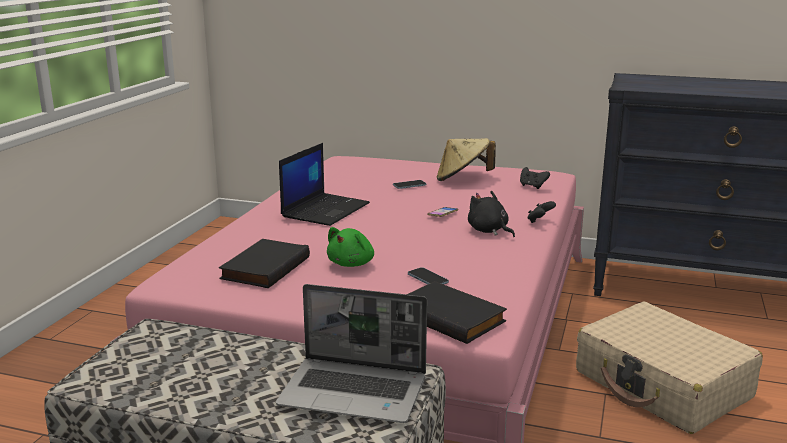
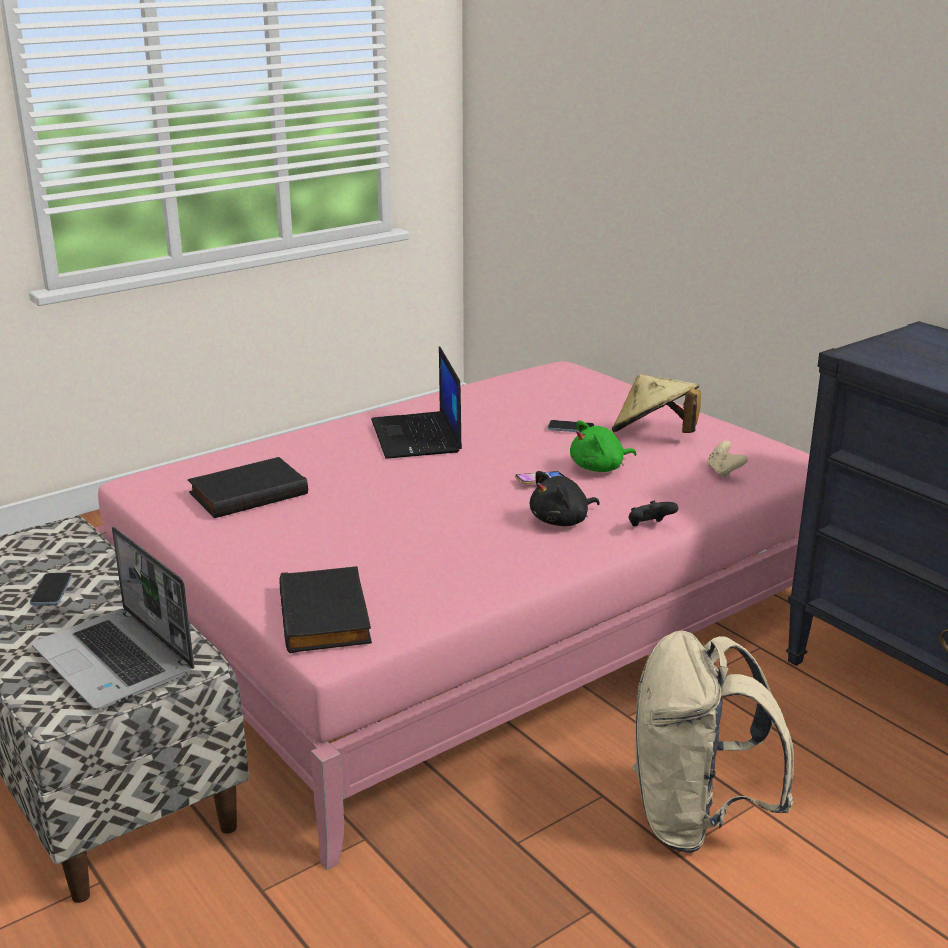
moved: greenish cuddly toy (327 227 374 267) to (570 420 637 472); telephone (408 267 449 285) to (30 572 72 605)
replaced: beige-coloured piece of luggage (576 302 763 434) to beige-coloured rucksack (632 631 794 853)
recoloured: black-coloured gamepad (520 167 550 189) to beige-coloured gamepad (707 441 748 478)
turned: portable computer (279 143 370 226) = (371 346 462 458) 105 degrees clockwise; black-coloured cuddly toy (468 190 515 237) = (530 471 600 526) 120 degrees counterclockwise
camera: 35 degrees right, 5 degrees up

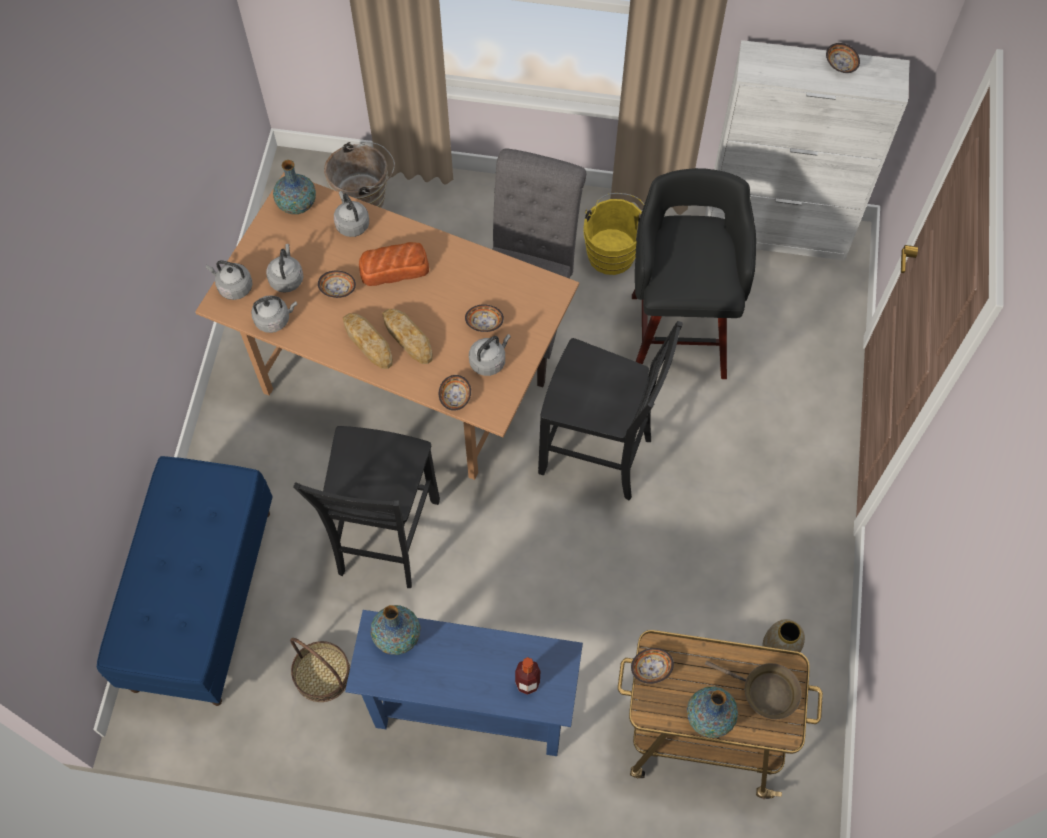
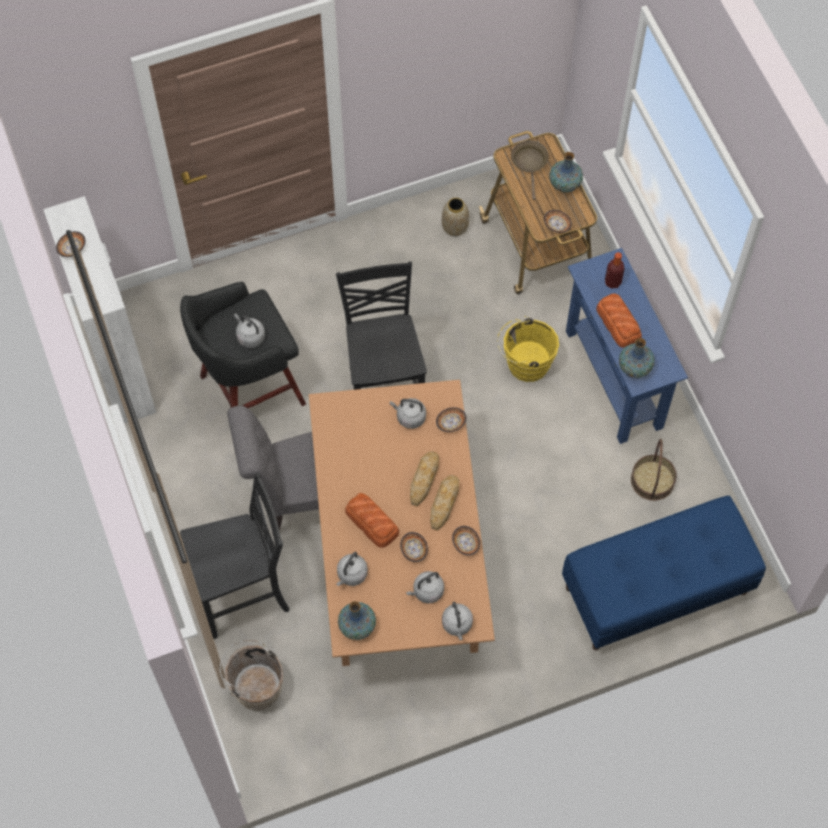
added: bakery bread (596 293 642 348)
moved: gray tea kettle (251 295 297 333) to (234 313 265 348); black-coloured plain chair (293 426 440 588) to (180 472 289 639); serving bowl (465 304 504 332) to (452 526 480 556); yellowish water bucket (584 193 644 275) to (497 316 559 382)
camera: 120 degrees left, 0 degrees up

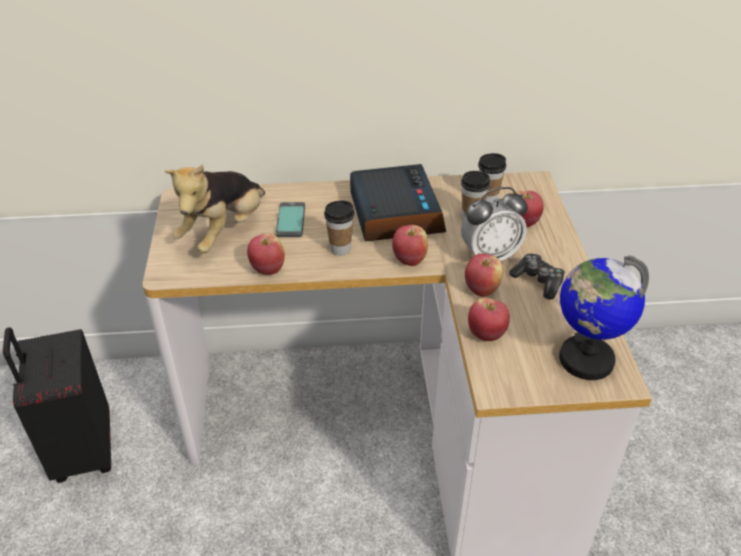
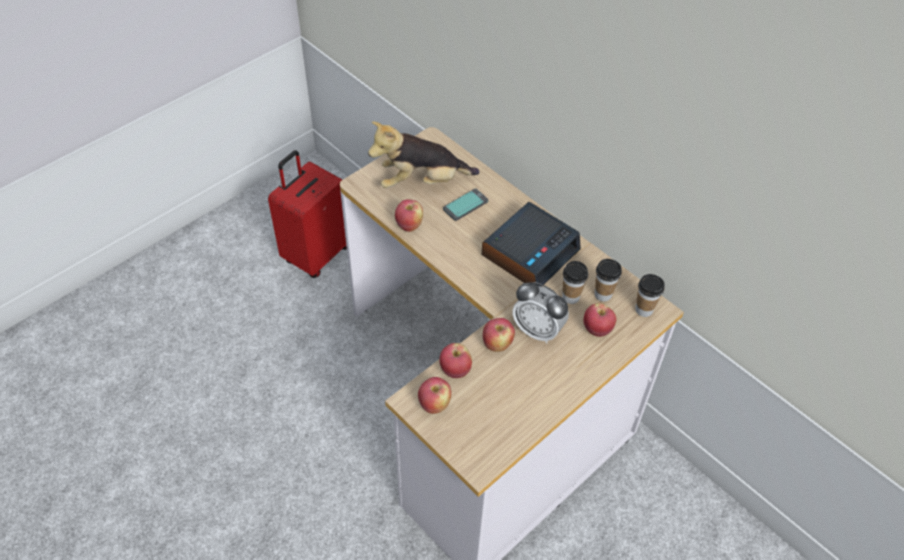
removed: gamepad (509 253 565 299); desk globe (559 256 649 380)
moved: drinking cup (324 200 355 256) to (635 274 665 317); whole apple (392 225 428 266) to (418 377 451 414)
recoloured: black-coloured piece of luggage (3 327 111 483) to red-coloured piece of luggage (268 150 347 278)
camera: 50 degrees right, 10 degrees up

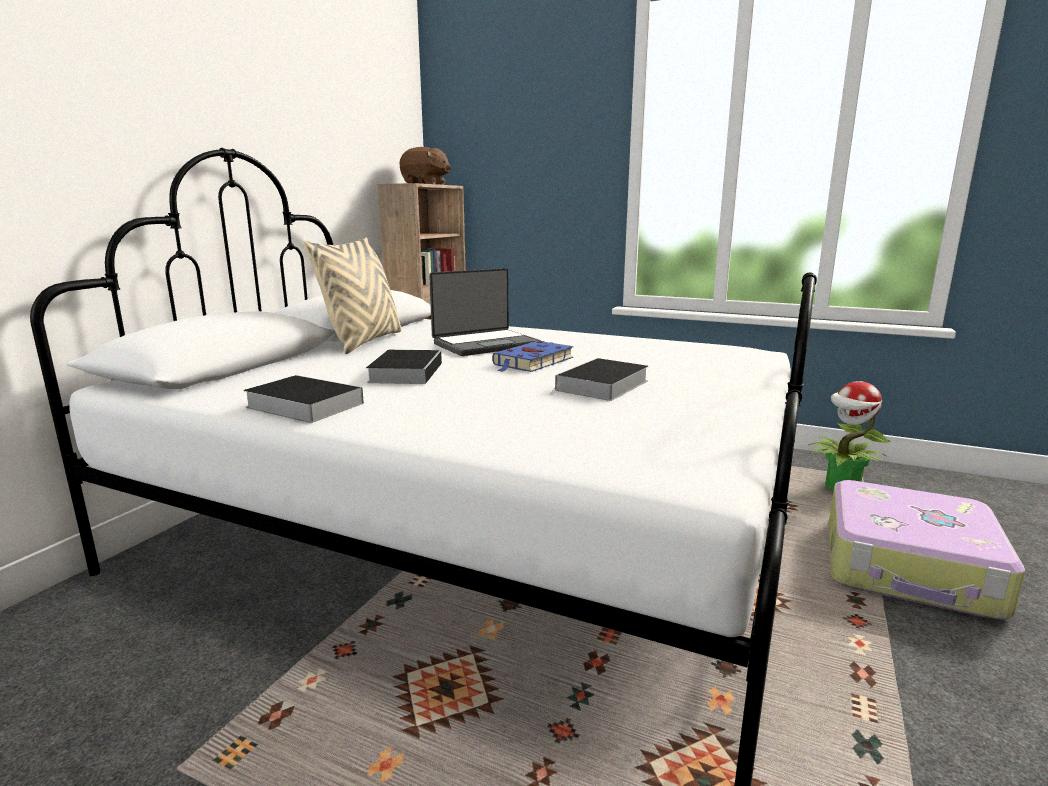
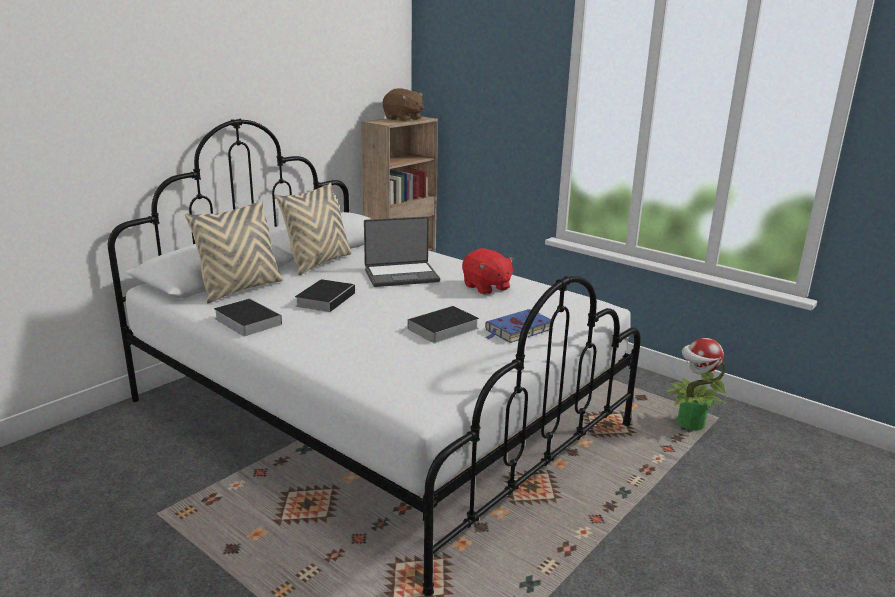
removed: piece of luggage (829 480 1025 619)
added: beige-coloured pillow (185 201 283 303); red-coloured cuddly toy (462 248 514 295)
moved: blue-coloured book (492 341 574 372) to (485 309 551 343)
camera: 15 degrees right, 5 degrees up

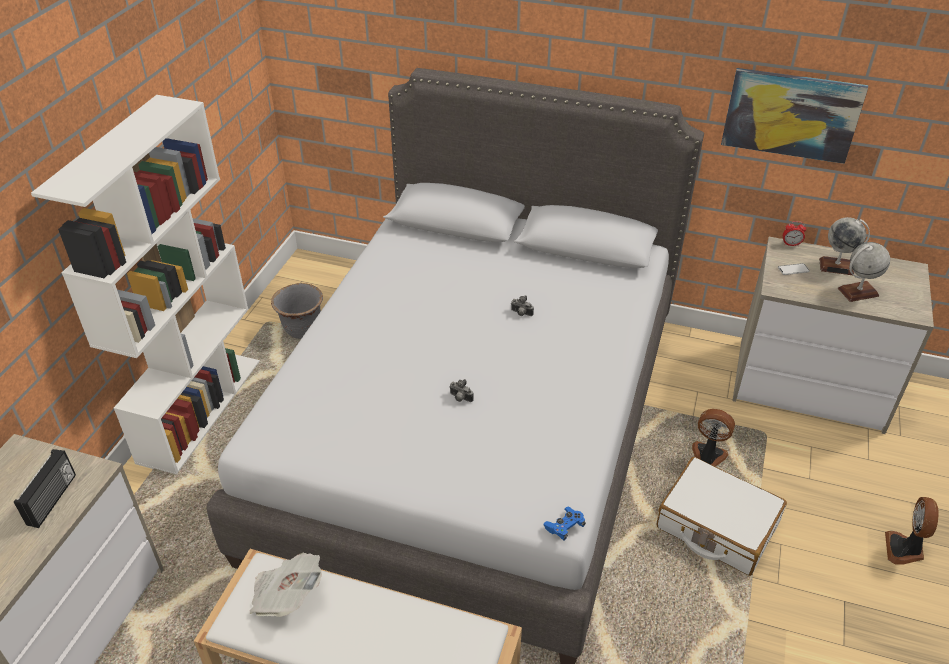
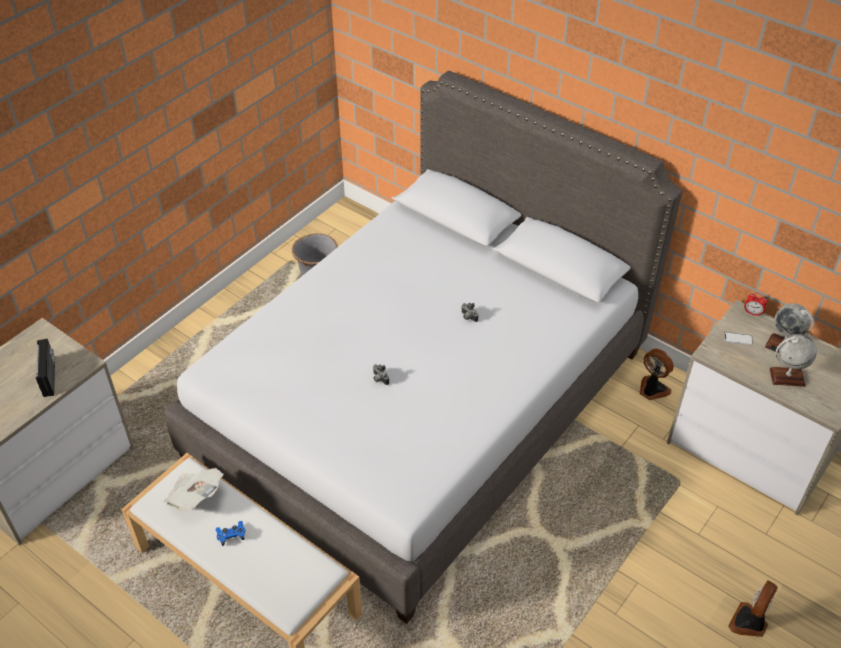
removed: white shelving unit (31 95 260 475); white piece of luggage (656 457 787 576); wall picture (721 68 868 164)
moved: blue-coloured gamepad (543 507 586 541) to (215 521 245 546); cooling fan (692 409 735 467) to (639 348 674 400)
turned: radio receiver (14 449 76 528) = (36 339 56 397) 45 degrees counterclockwise
camera: 20 degrees right, 5 degrees up

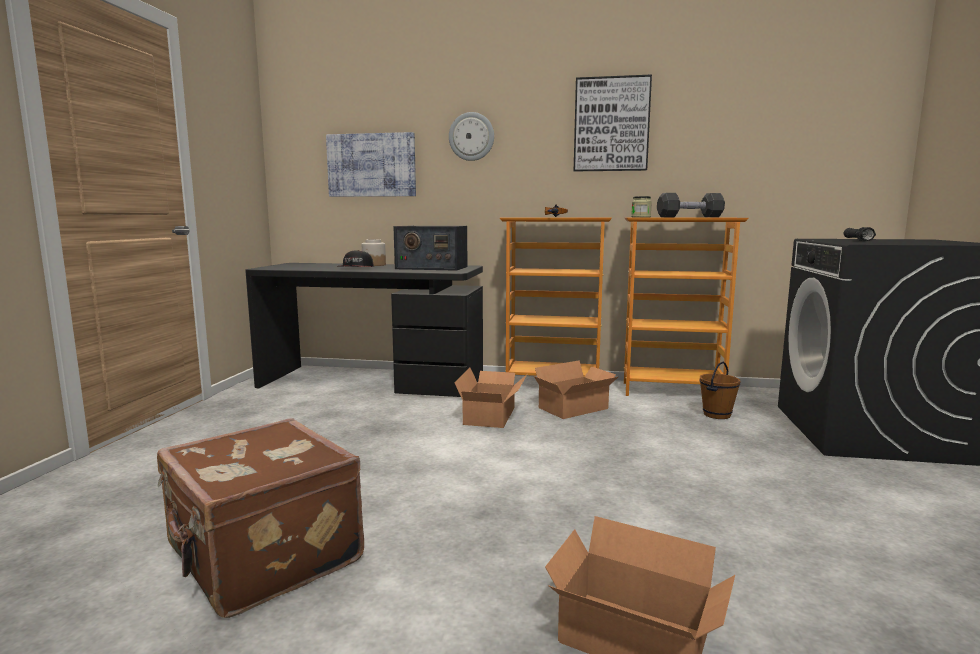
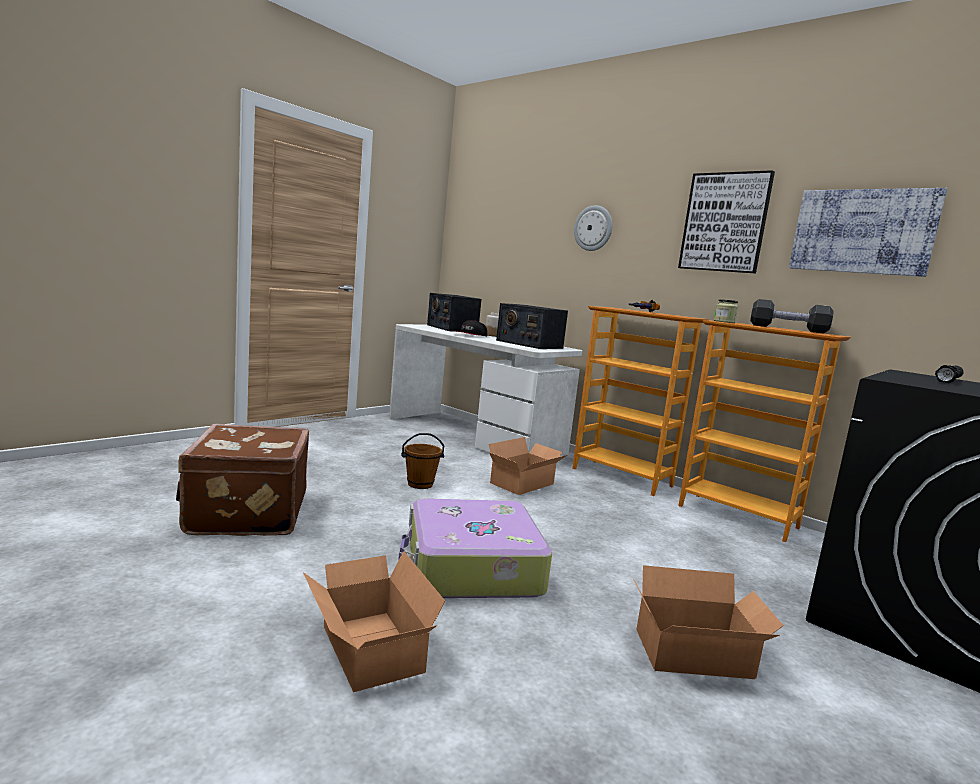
added: piece of luggage (398 498 552 598); radio receiver (427 293 481 332)
moved: wall picture (326 132 416 197) to (789 188 947 277); packing box (534 360 618 419) to (633 565 784 679); brown-coloured water bucket (700 362 741 419) to (401 433 444 489)
recoloured: black-coloured desk (245 263 483 397) to white desk (389 324 582 455)
camera: 30 degrees right, 0 degrees up

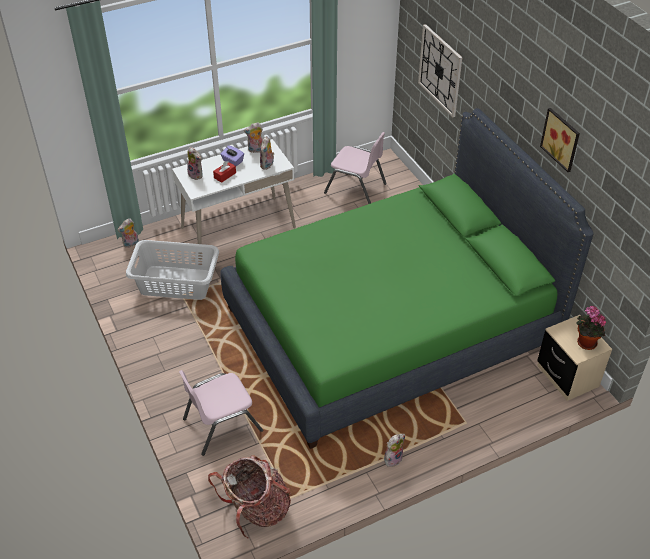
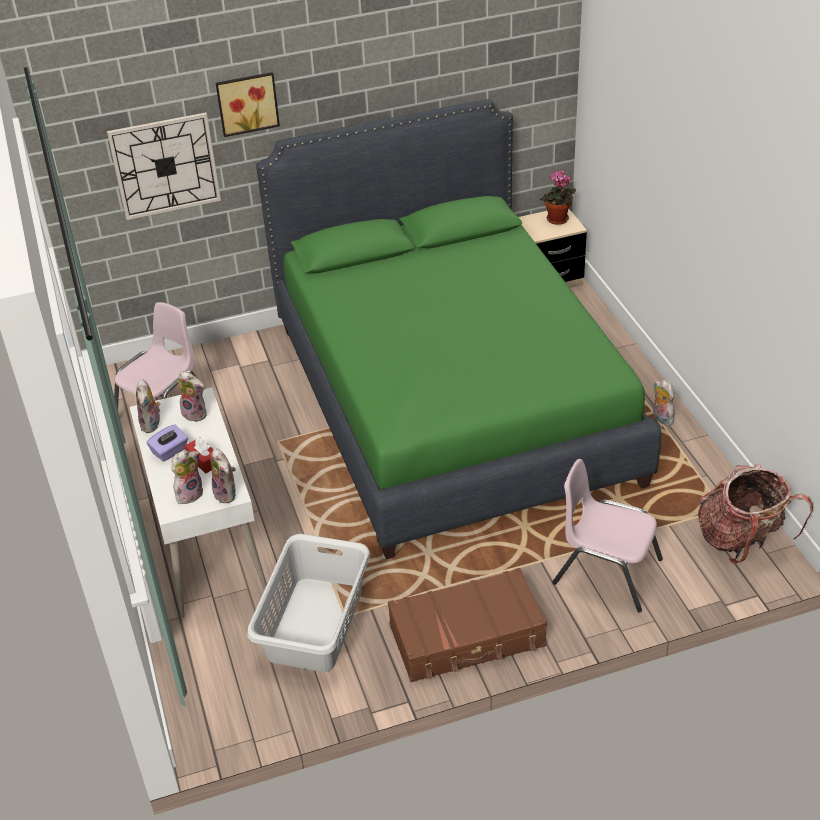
added: brown-coloured piece of luggage (388 568 547 682)
moved: cuddly toy (118 218 139 248) to (211 448 236 503); wall picture (540 108 580 172) to (216 72 280 137)
turned: pink plain chair (179 370 263 456) = (552 459 663 612) 135 degrees clockwise
camera: 80 degrees left, 5 degrees down

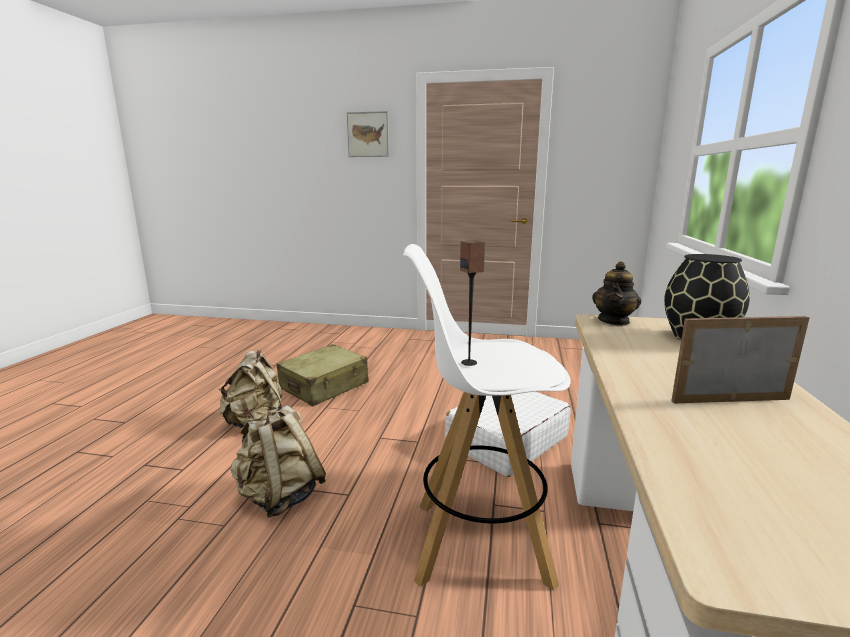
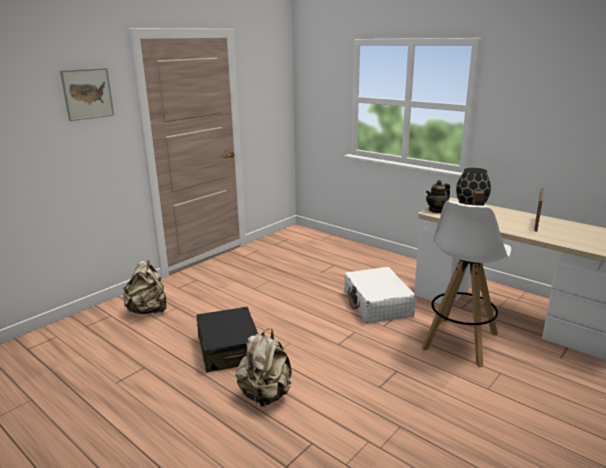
moved: beige-coloured rucksack (231 405 326 518) to (123 260 167 314)
recoloured: beige-coloured piece of luggage (276 344 369 406) to black-coloured piece of luggage (196 307 258 373)
turned: tea pot (592 261 641 326) = (426 180 450 213) 90 degrees clockwise
camera: 60 degrees left, 5 degrees up

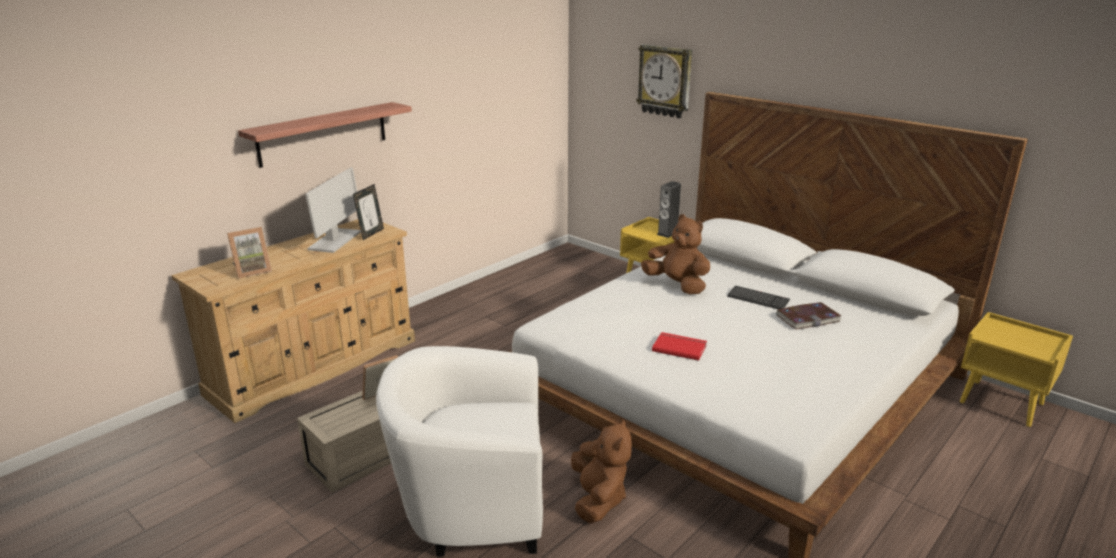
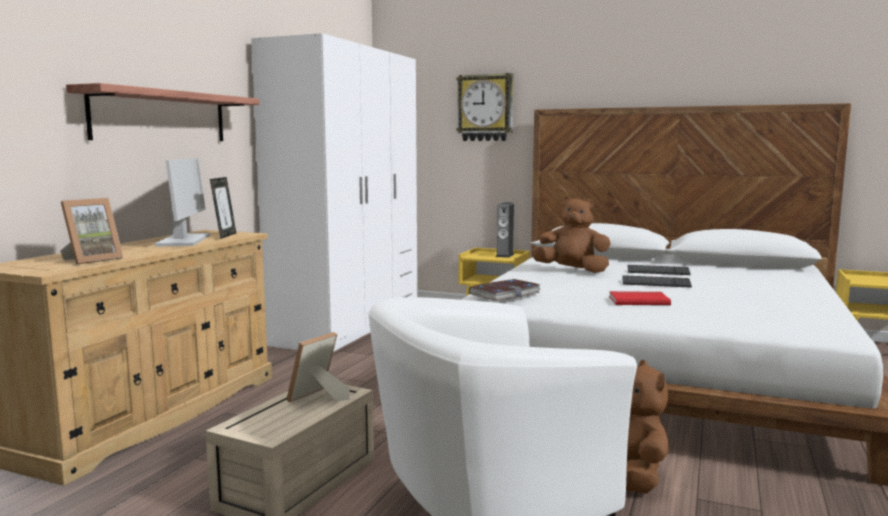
added: white clothes cupboard (251 33 417 352); computer keyboard (622 275 692 288)
moved: book (776 302 841 330) to (469 279 541 301)
camera: 20 degrees left, 15 degrees down

